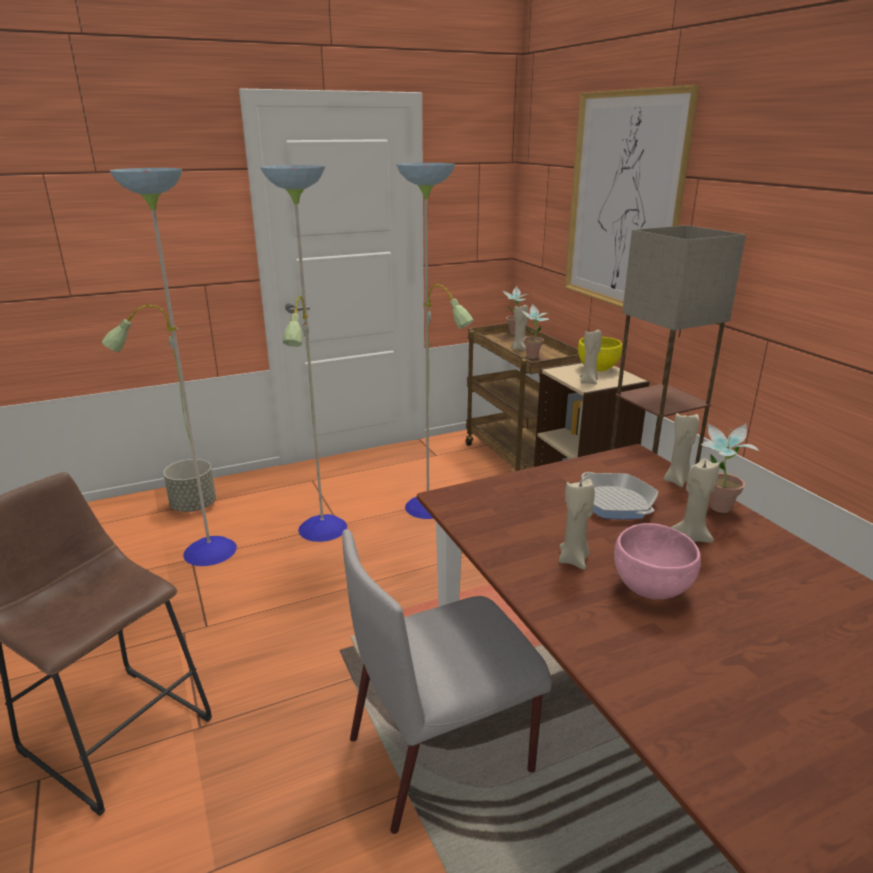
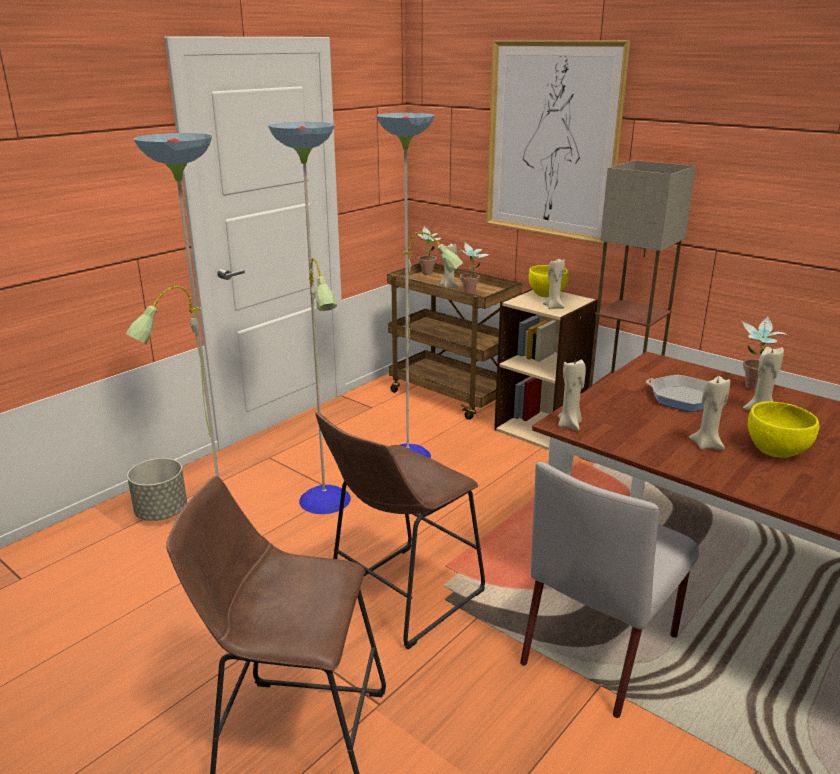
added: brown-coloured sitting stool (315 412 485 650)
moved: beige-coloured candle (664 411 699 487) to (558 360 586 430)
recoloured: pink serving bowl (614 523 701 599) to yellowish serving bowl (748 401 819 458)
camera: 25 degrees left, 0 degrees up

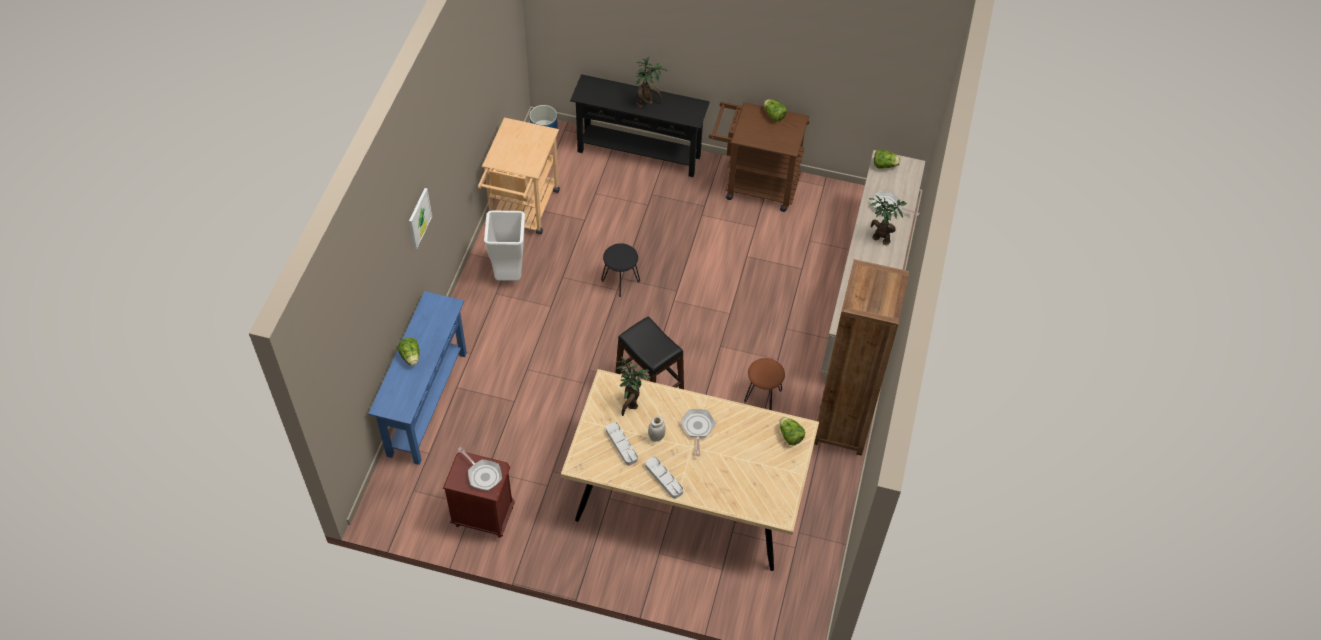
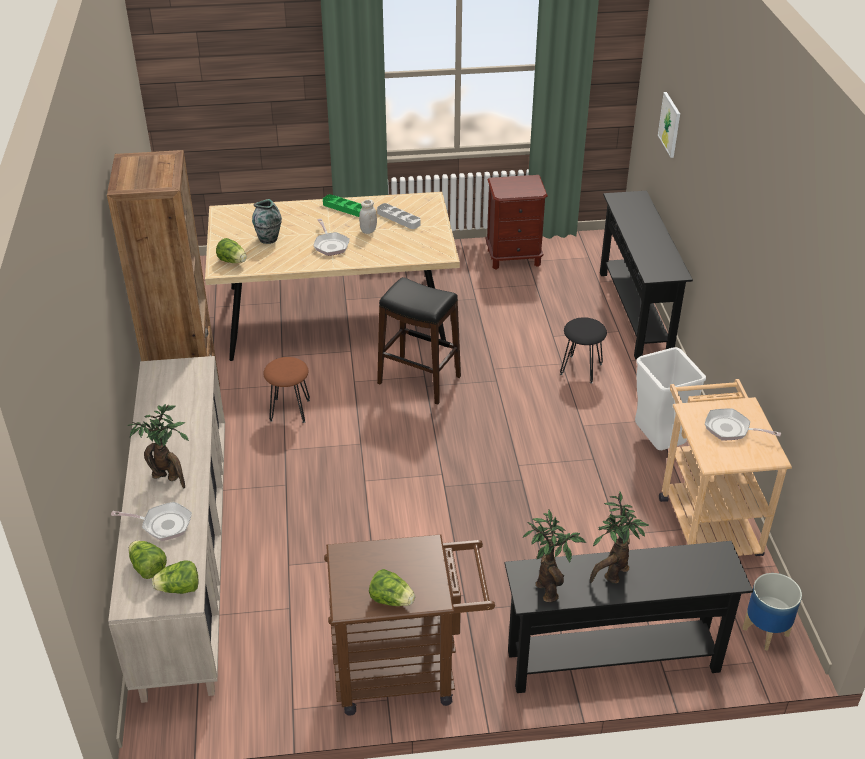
added: decorative vase (252 199 282 244)
moved: head of lettuce (398 337 420 366) to (128 541 167 579); wall picture (409 188 432 249) to (658 92 680 158); frying pan (457 447 502 491) to (705 408 781 440); black-coloured sitting stool (601 243 640 297) to (560 317 607 383); potted plant (616 357 651 416) to (523 510 586 603)
recoloured: blue-coloured narrow table (368 291 467 465) to black-coloured narrow table (600 191 693 360); gray carrying tray (645 457 683 499) to greenish carrying tray (323 194 362 217)
camera: 160 degrees right, 15 degrees down

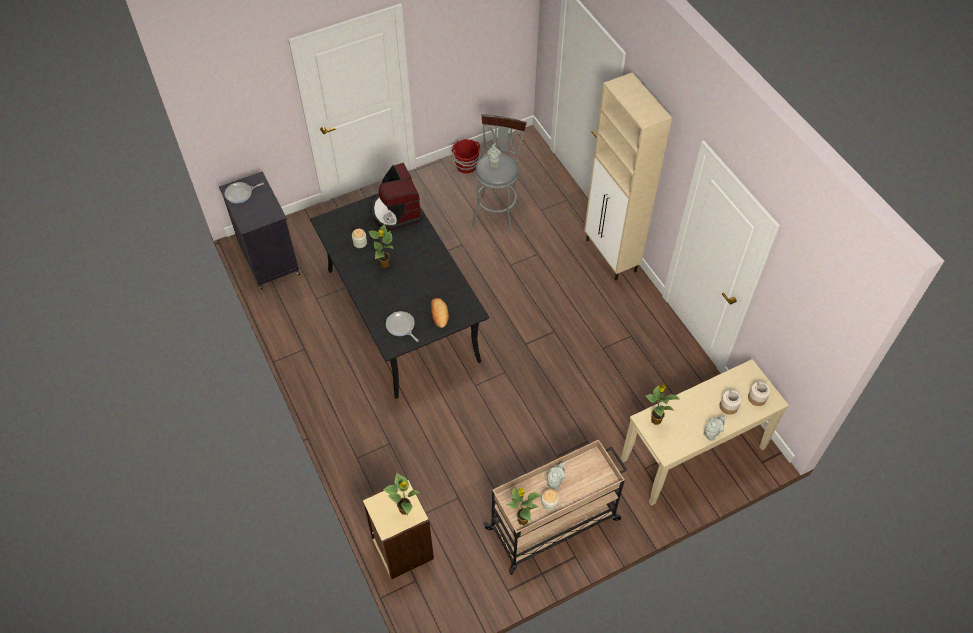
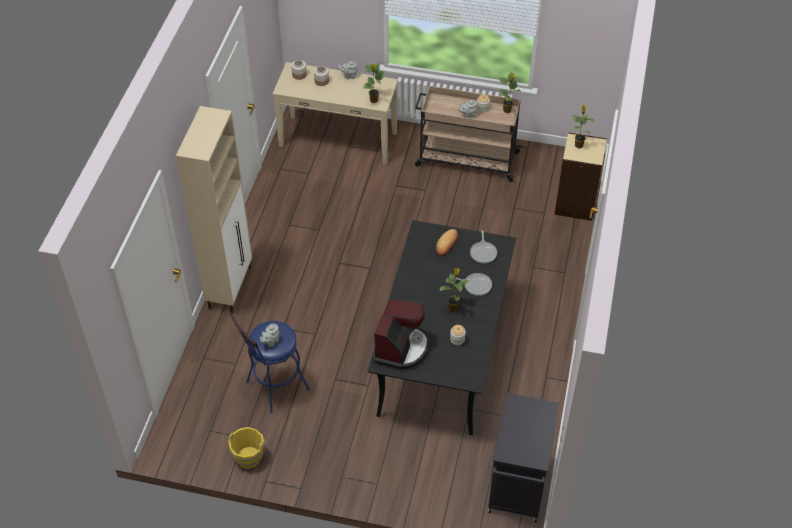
moved: frying pan (225 182 264 203) to (456 273 492 296)
recoloured: red-coloured water bucket (452 139 483 174) to yellowish water bucket (228 427 267 469); gray sitting stool (472 114 527 235) to blue-coloured sitting stool (227 309 310 413)
camera: 140 degrees left, 5 degrees down

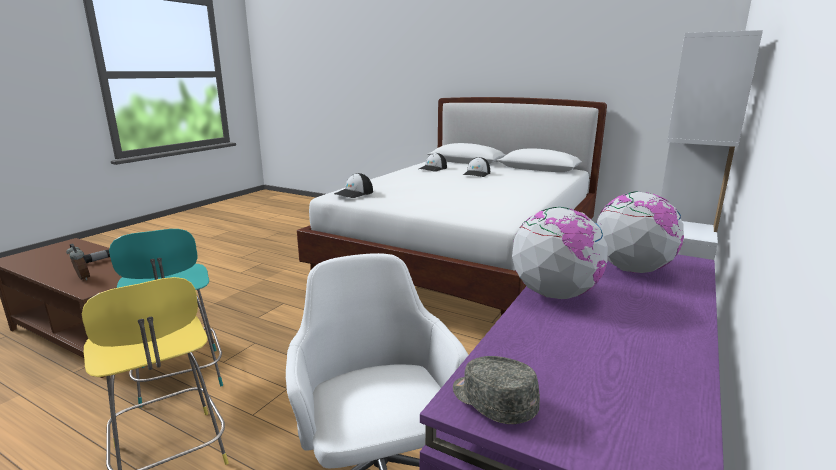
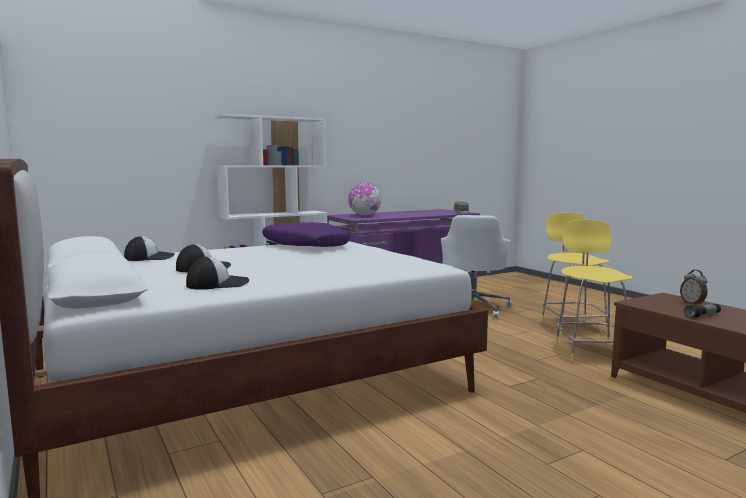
removed: desk globe (512 207 608 299)
added: purple-coloured pillow (262 222 350 247)
moved: cap (334 173 373 198) to (124 236 175 261)
recoloured: blue-green sitting stool (109 229 223 407) to yellowish sitting stool (555 220 633 362)
camera: 150 degrees left, 10 degrees down

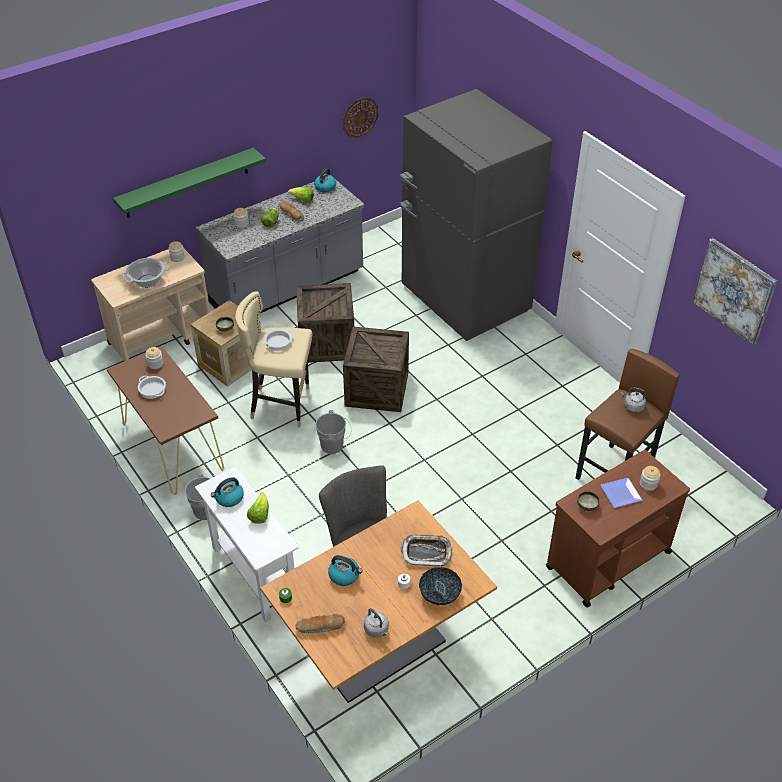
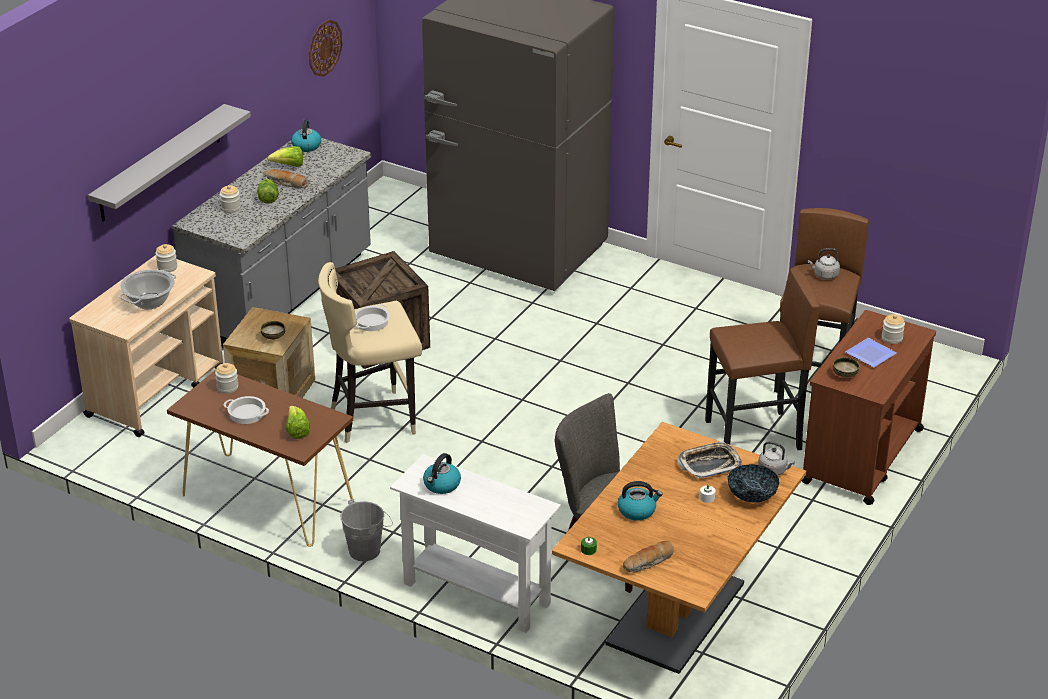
removed: gray water bucket (315 410 352 454); shipping crate (343 327 409 412); wall picture (693 238 777 346)
added: brown-coloured sitting stool (705 268 820 450)
moved: head of lettuce (247 492 269 524) to (285 406 310 439); gray tea kettle (364 608 389 638) to (758 441 795 476)
recoloured: greenish shelf (113 148 266 218) to gray shelf (88 104 251 222)
camera: 25 degrees left, 10 degrees down

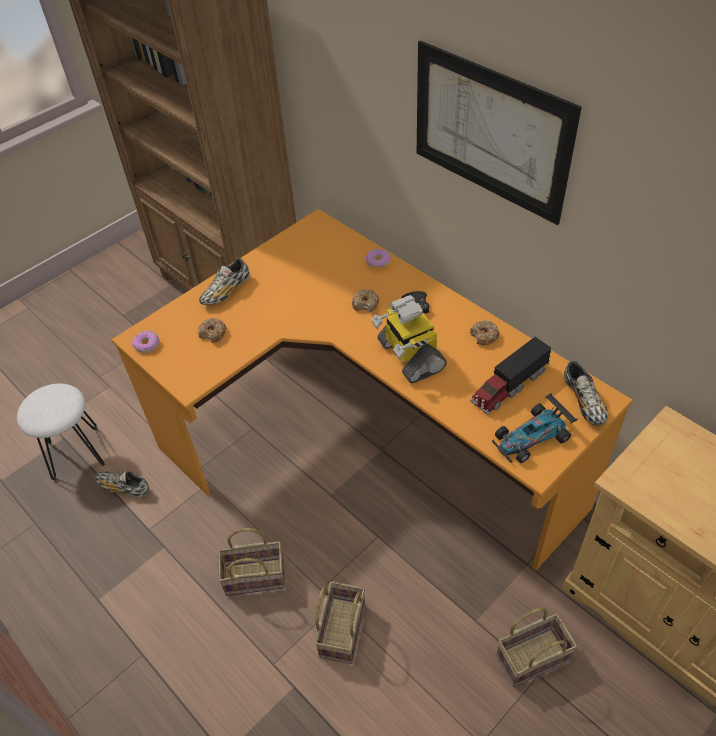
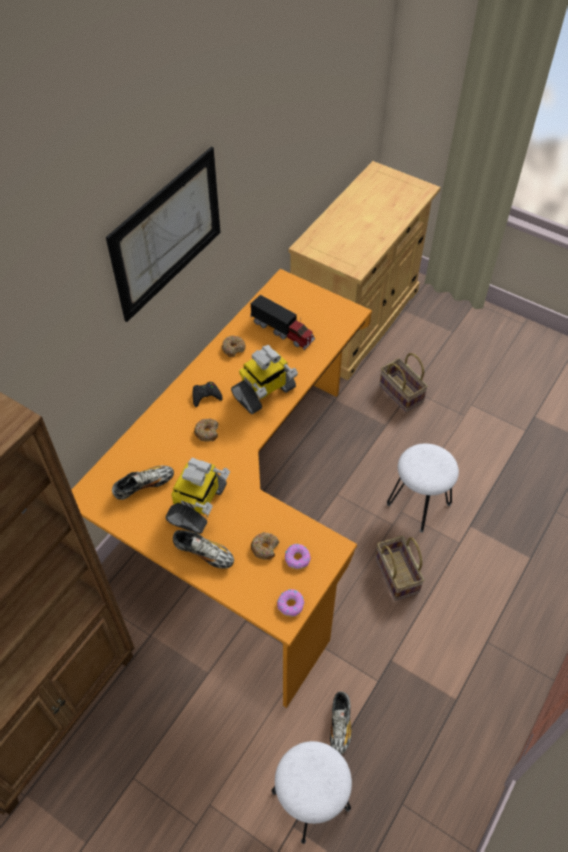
removed: model car (492 393 578 463)
added: robot figure (165 458 230 534)
moved: donut (366 249 391 268) to (285 544 311 569); low shoe (564 361 608 426) to (112 466 174 500)
replaced: household basket (315 581 365 664) to white sitting stool (387 444 459 533)
camera: 105 degrees left, 5 degrees up

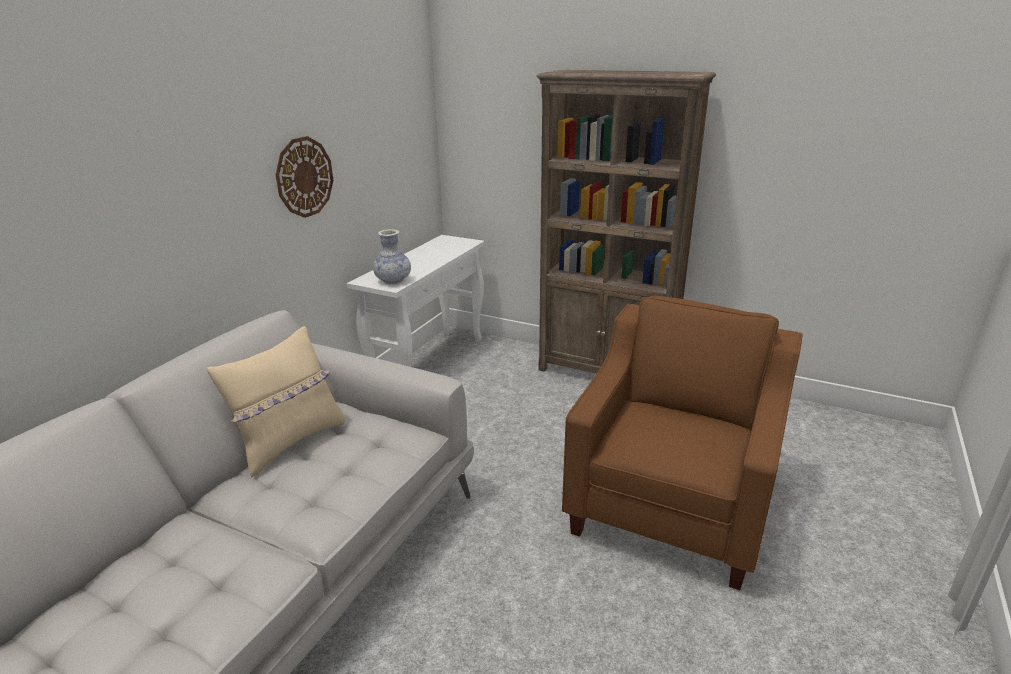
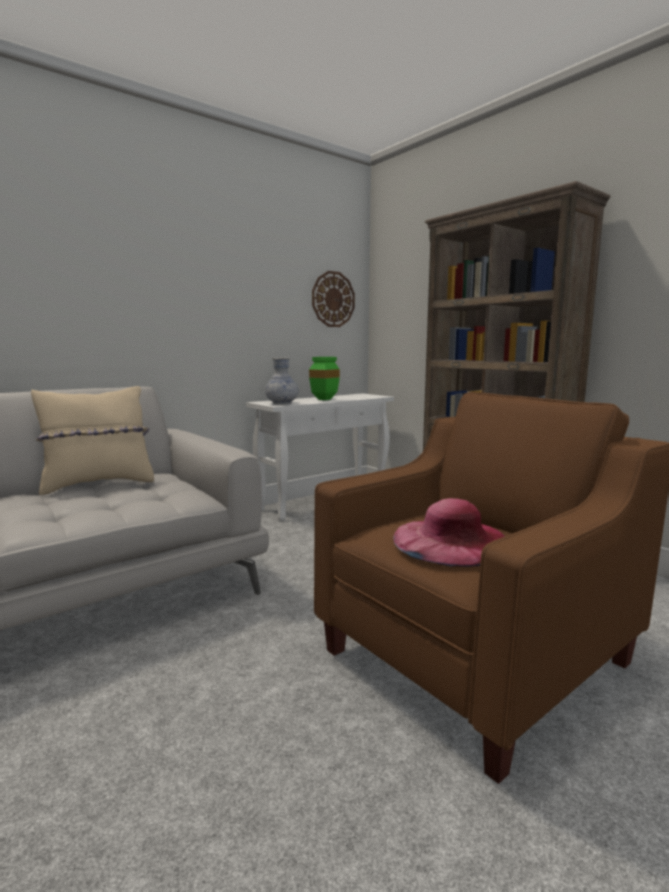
added: greenish decorative vase (309 357 340 400); pink wearable hat (393 498 505 567)
moved: hanging clock (275 136 333 218) to (312 271 355 327)
camera: 25 degrees right, 15 degrees down

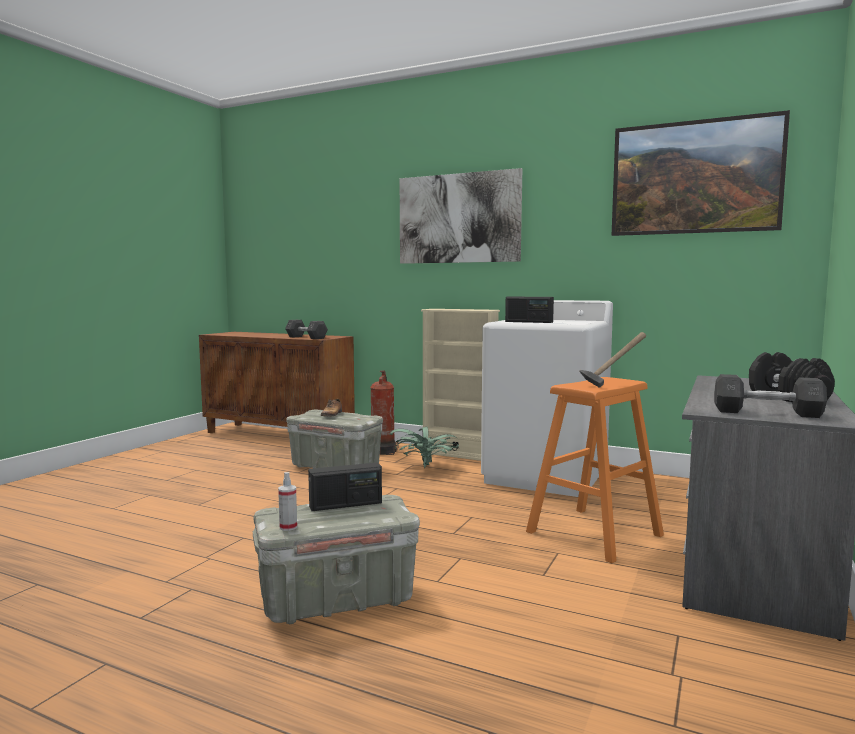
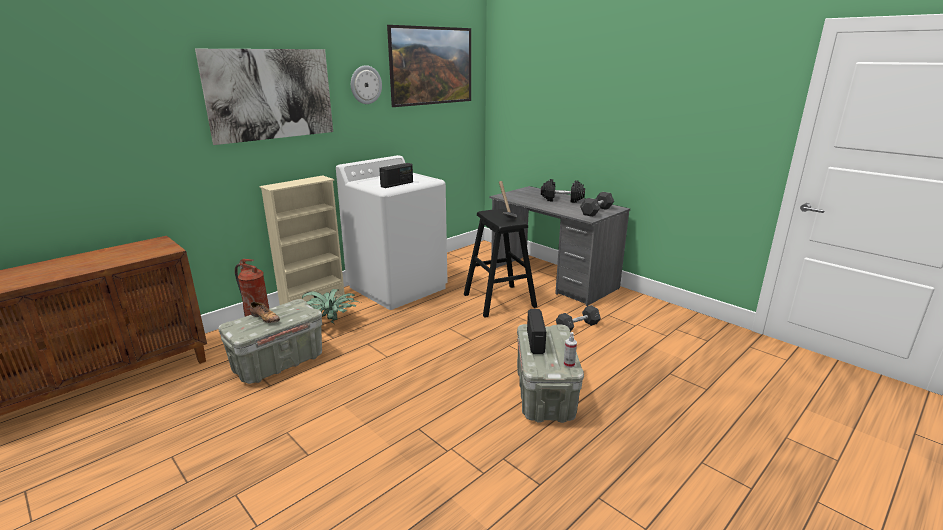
added: hanging clock (351 65 382 104)
moved: gray hand weight (285 320 328 339) to (556 305 601 332)
recoloured: orange sitting stool (526 377 664 563) to black-coloured sitting stool (464 209 537 318)
camera: 70 degrees left, 15 degrees up

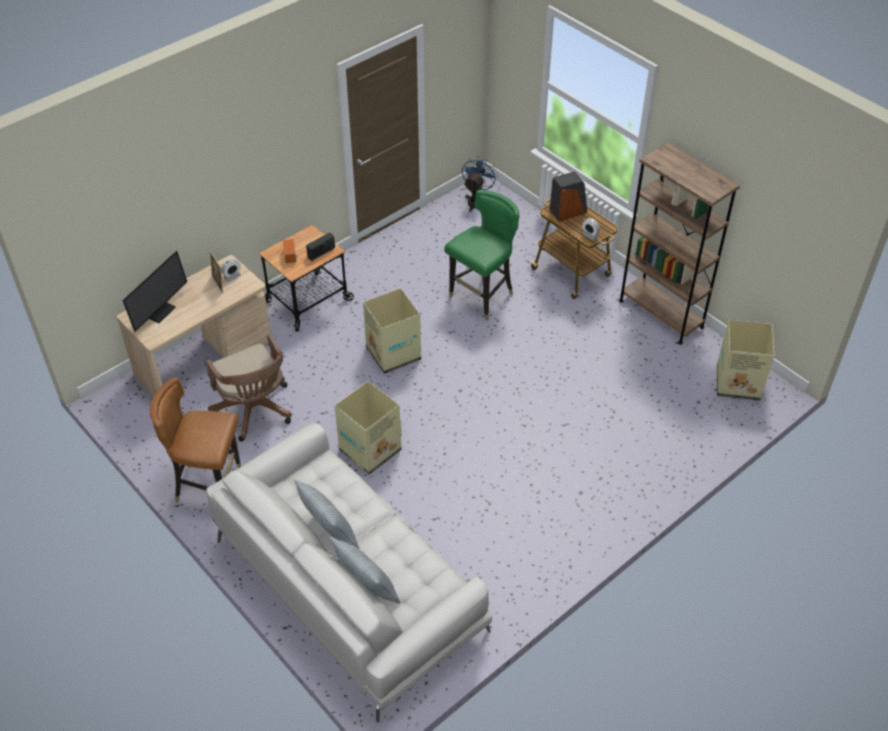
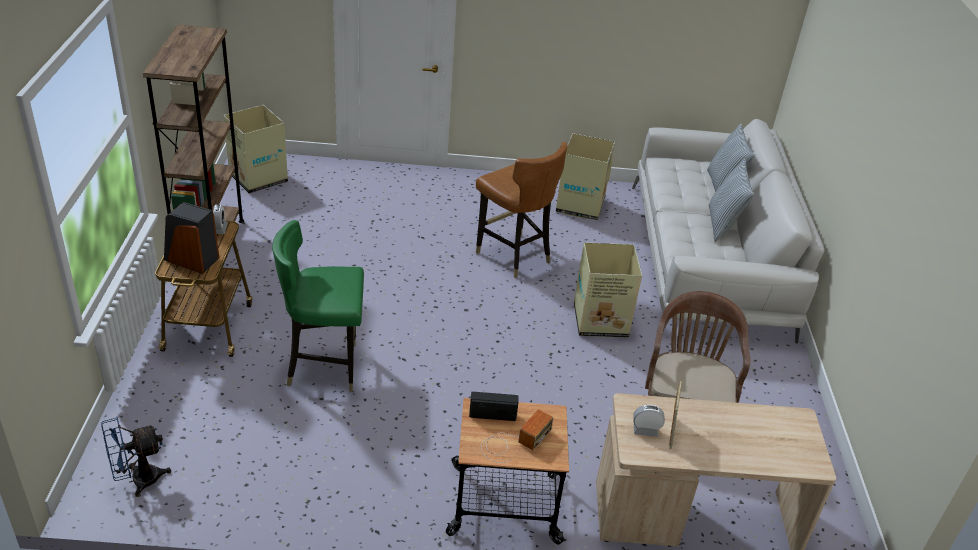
removed: computer display (122 251 187 332)
moved: brown-coloured plain chair (150 377 241 503) to (476 142 567 278); packing box (363 288 421 374) to (556 133 615 220)
camera: 140 degrees left, 10 degrees down

